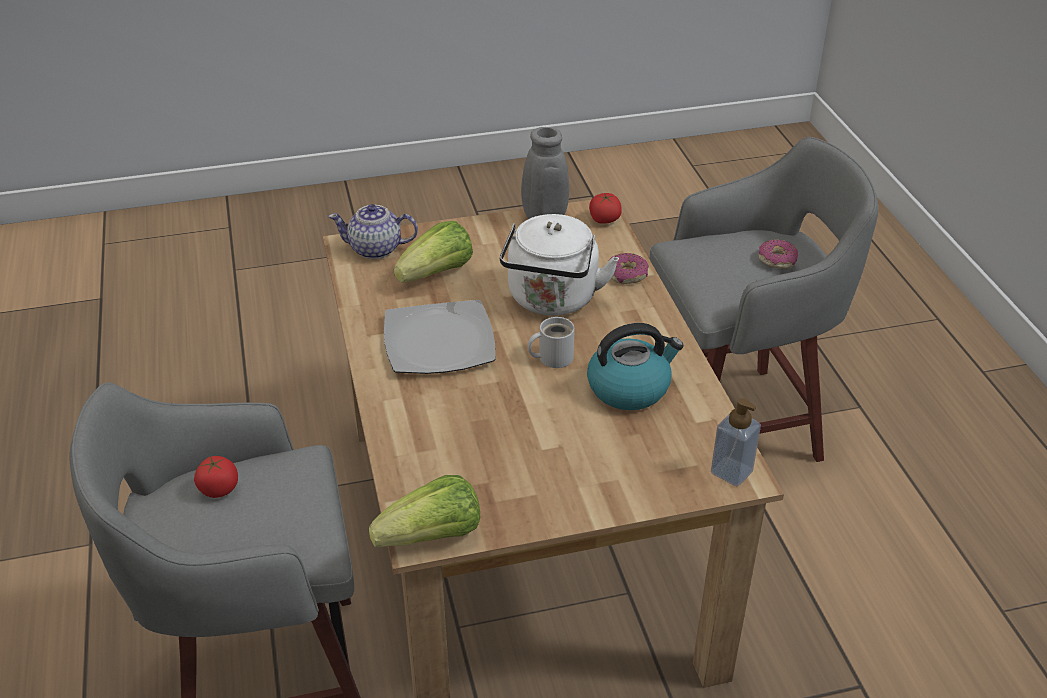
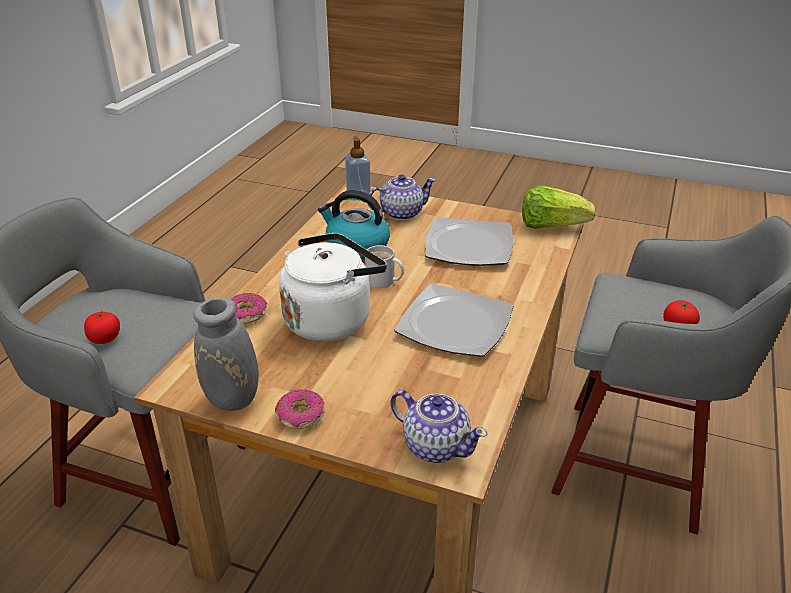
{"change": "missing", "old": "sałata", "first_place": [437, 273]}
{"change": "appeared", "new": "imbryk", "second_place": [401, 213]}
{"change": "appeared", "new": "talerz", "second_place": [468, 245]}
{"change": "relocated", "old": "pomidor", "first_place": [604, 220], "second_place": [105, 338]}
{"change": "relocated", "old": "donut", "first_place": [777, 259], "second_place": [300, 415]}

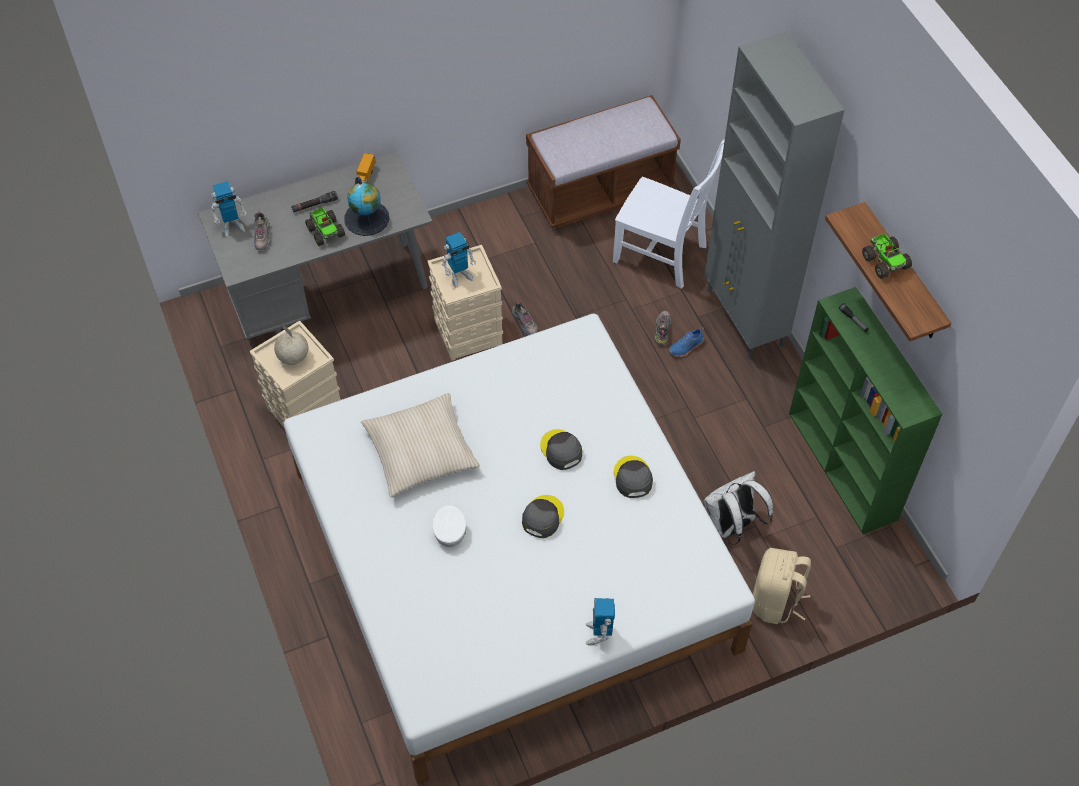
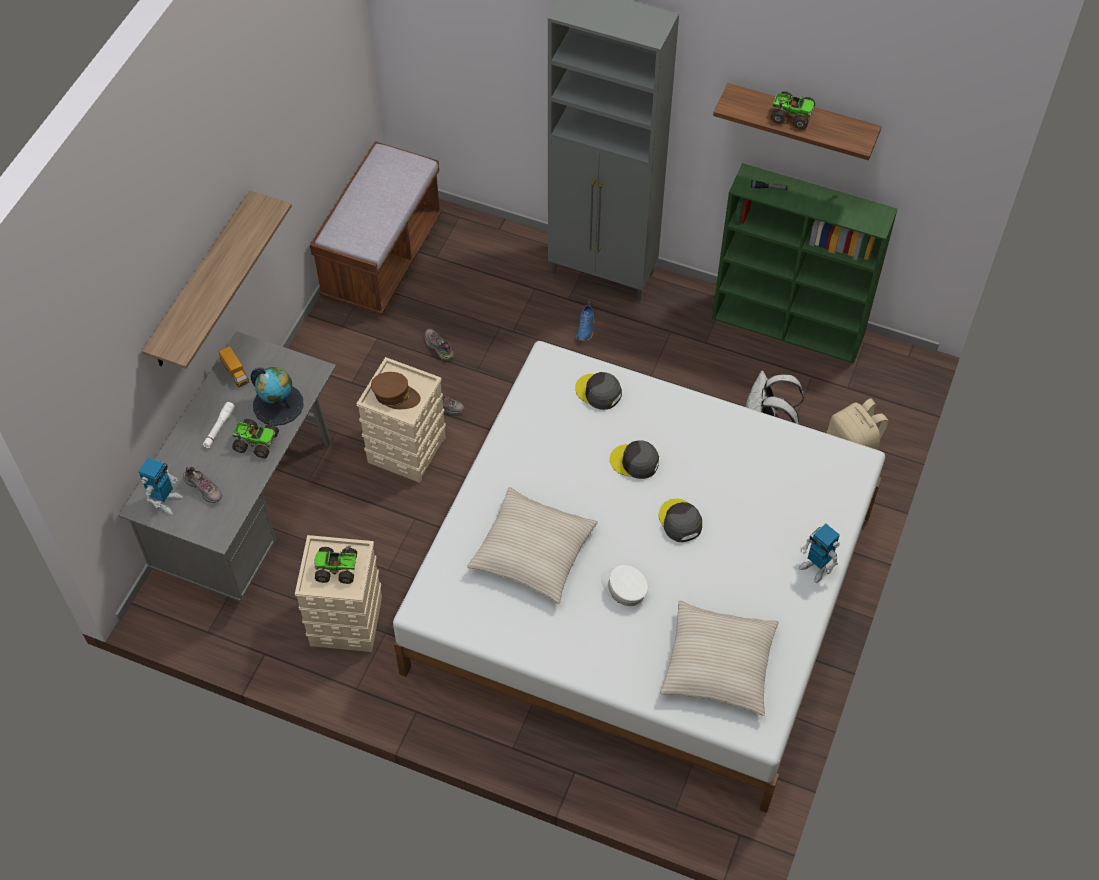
{"change": "missing", "old": "krzesło/biały", "first_place": [663, 255]}
{"change": "appeared", "new": "półka", "second_place": [201, 282]}
{"change": "appeared", "new": "poduszka/beżowy", "second_place": [718, 664]}
{"change": "relocated", "old": "czapka z daszkiem/szary", "first_place": [632, 478], "second_place": [598, 392]}
{"change": "relocated", "old": "but", "first_place": [662, 330], "second_place": [438, 347]}
{"change": "exchanged", "old": "globus", "new": "ciężarówka zabawkowa", "first_place": [293, 358], "second_place": [337, 569]}
{"change": "exchanged", "old": "robot zabawkowy", "new": "czapka z daszkiem/brązowy", "first_place": [459, 276], "second_place": [395, 395]}
{"change": "colour", "old": "latarka/czarny", "new": "latarka/biały", "first_place": [315, 205], "second_place": [219, 428]}

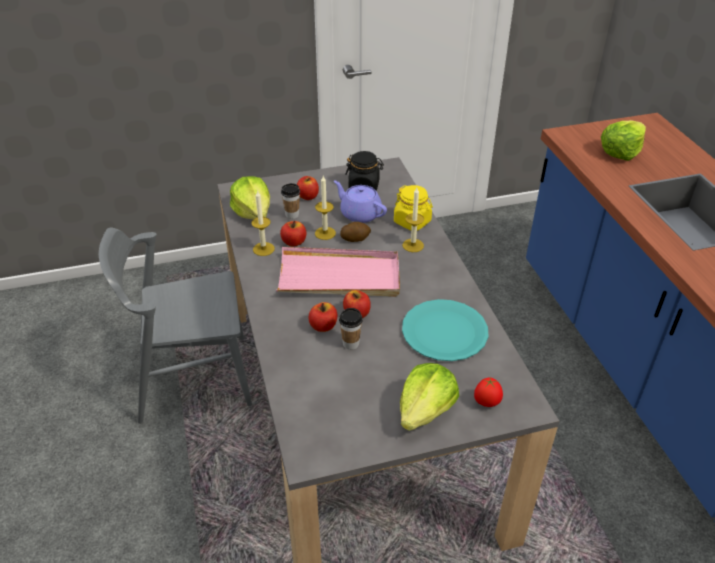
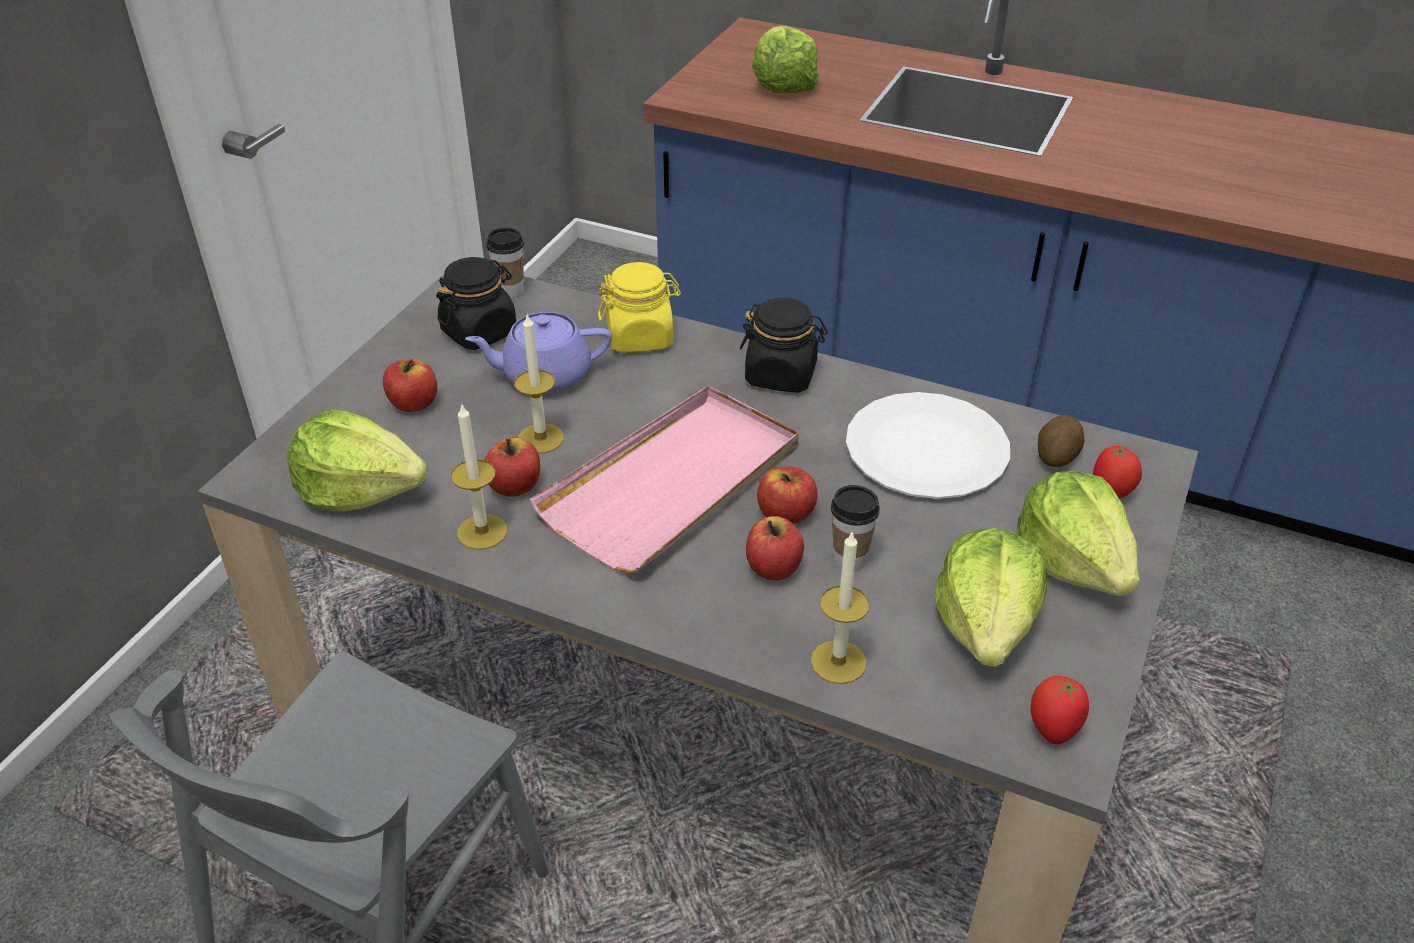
{"change": "appeared", "new": "słoik/czarny", "second_place": [781, 375]}
{"change": "appeared", "new": "sałata", "second_place": [986, 624]}
{"change": "appeared", "new": "pomidor", "second_place": [1052, 729]}
{"change": "relocated", "old": "filiżanka", "first_place": [292, 215], "second_place": [510, 291]}
{"change": "relocated", "old": "ziemniak", "first_place": [355, 238], "second_place": [1057, 455]}
{"change": "relocated", "old": "świeca", "first_place": [413, 245], "second_place": [838, 662]}
{"change": "colour", "old": "talerz/turkusowy", "new": "talerz/biały", "first_place": [444, 331], "second_place": [926, 449]}

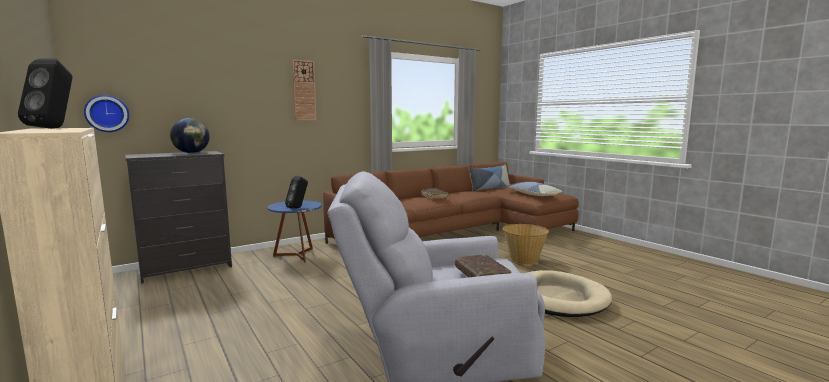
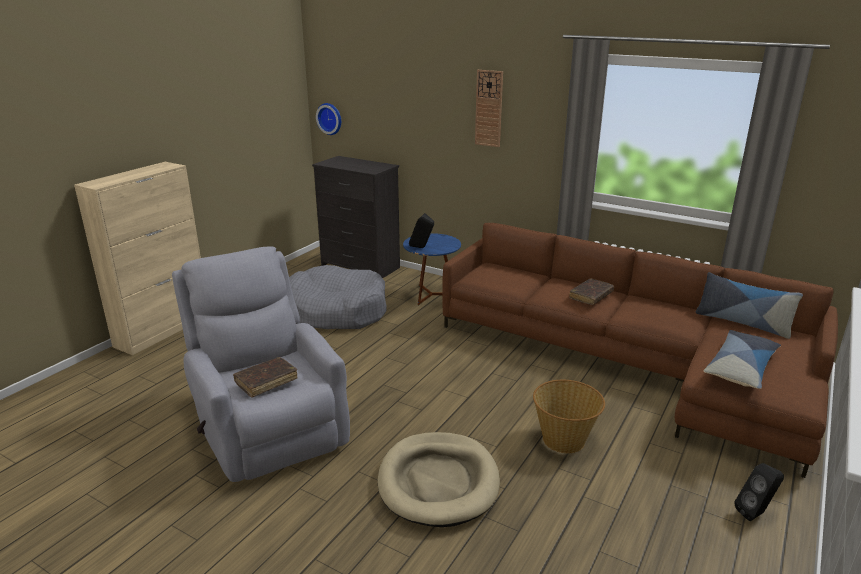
{"change": "missing", "old": "globus", "first_place": [191, 153]}
{"change": "appeared", "new": "legowisko/szary", "second_place": [335, 311]}
{"change": "relocated", "old": "głośnik/czarny", "first_place": [54, 128], "second_place": [755, 513]}

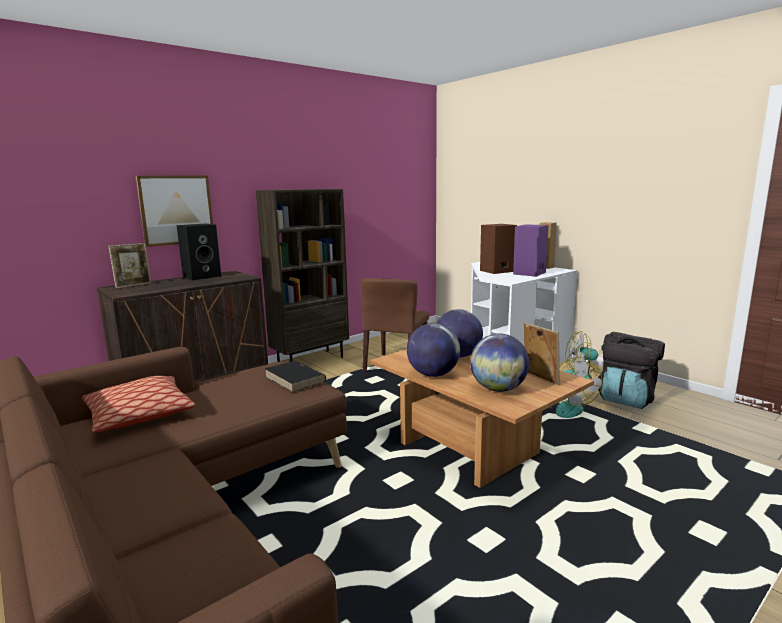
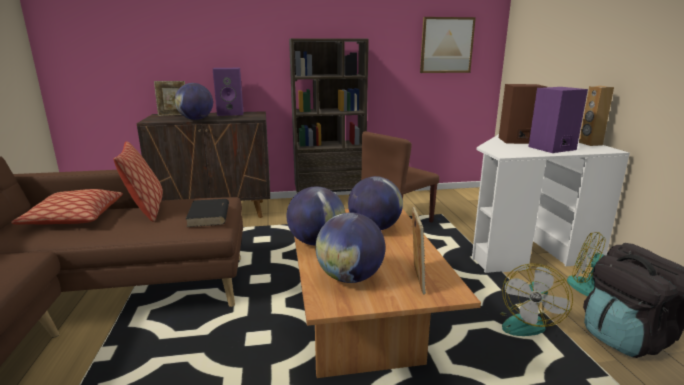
{"change": "appeared", "new": "poduszka", "second_place": [146, 211]}
{"change": "appeared", "new": "globus", "second_place": [196, 119]}
{"change": "relocated", "old": "obraz", "first_place": [176, 210], "second_place": [446, 45]}
{"change": "colour", "old": "głośnik/czarny", "new": "głośnik/fioletowy", "first_place": [202, 276], "second_place": [231, 113]}

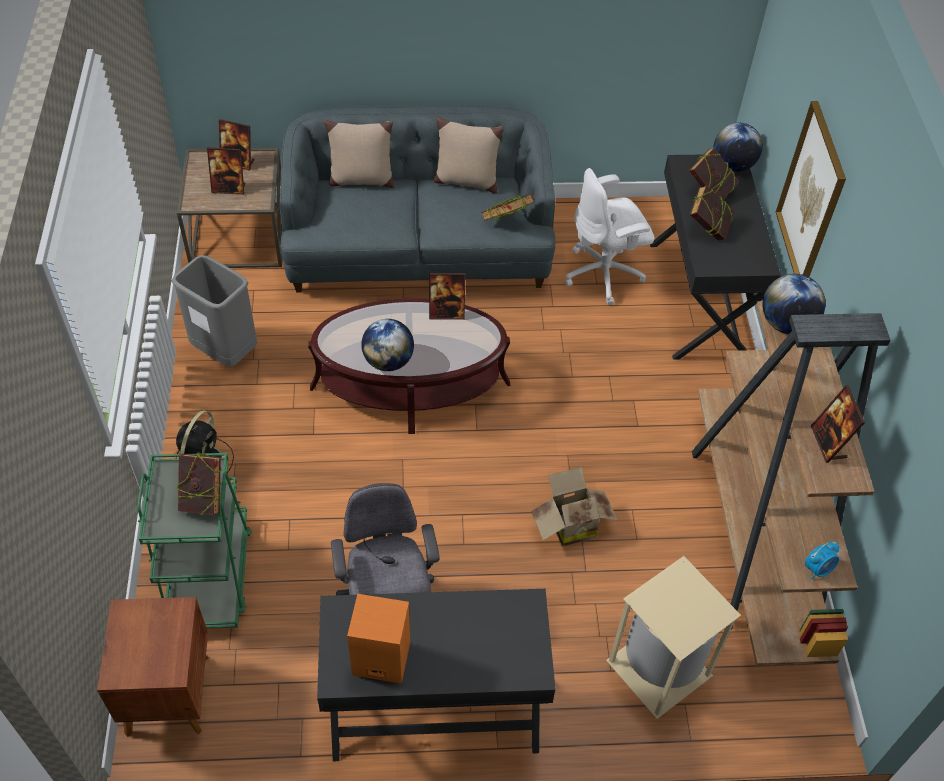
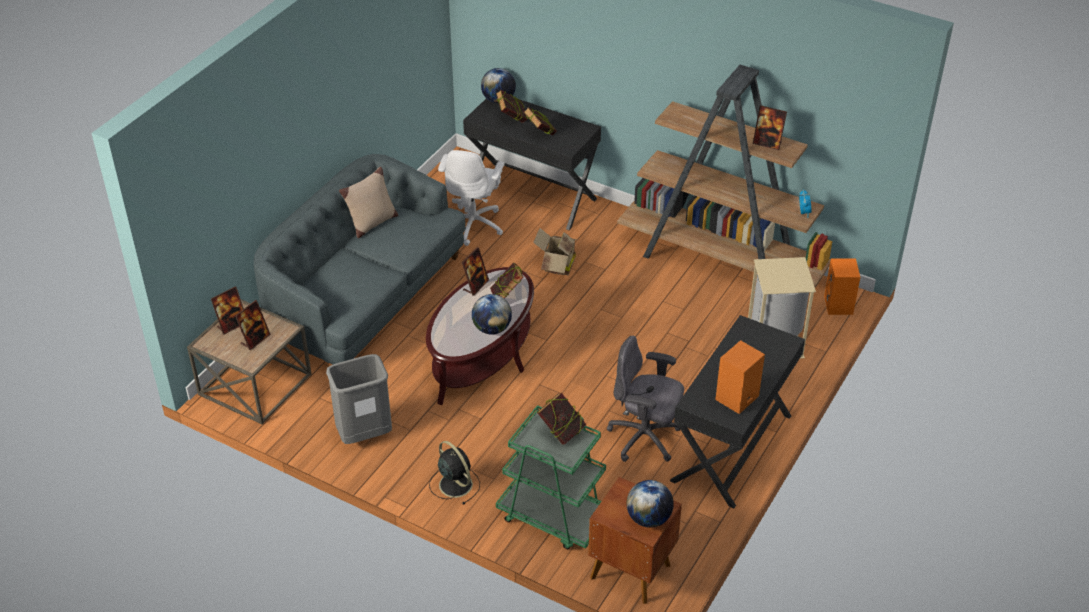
{"change": "missing", "old": "poduszka/beżowy", "first_place": [361, 180]}
{"change": "missing", "old": "obraz", "first_place": [811, 196]}
{"change": "appeared", "new": "głośnik/pomarańczowy", "second_place": [839, 305]}
{"change": "relocated", "old": "książka", "first_place": [506, 223], "second_place": [507, 296]}
{"change": "relocated", "old": "karton", "first_place": [569, 525], "second_place": [556, 266]}
{"change": "relocated", "old": "globus", "first_place": [786, 324], "second_place": [648, 518]}

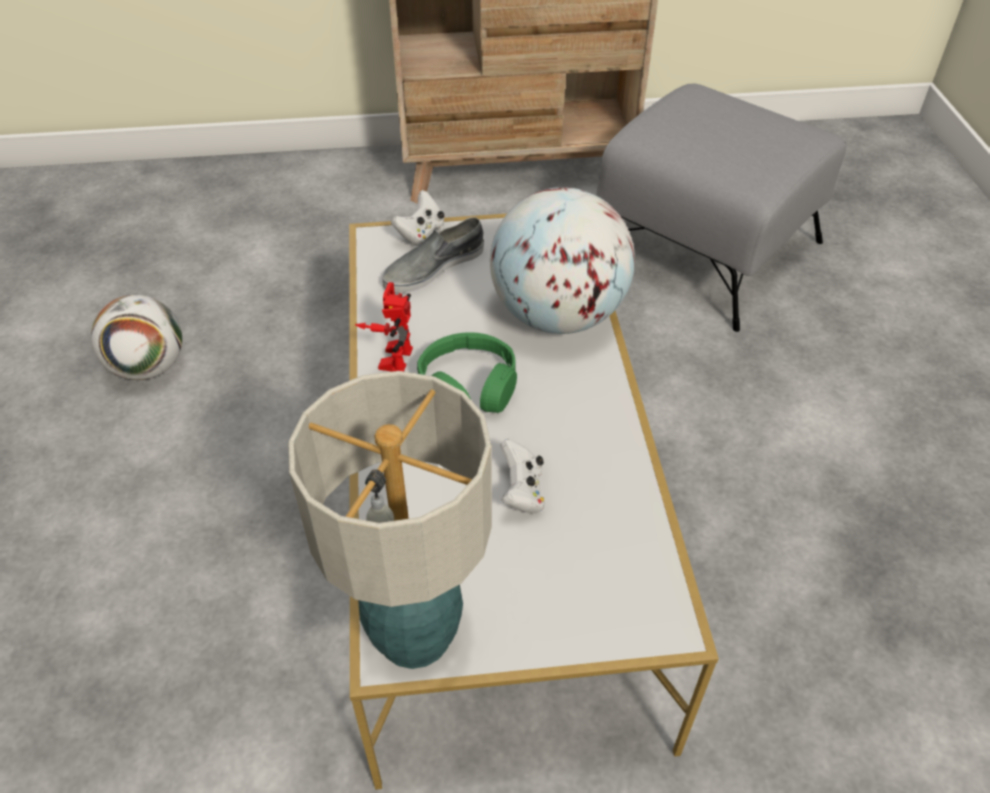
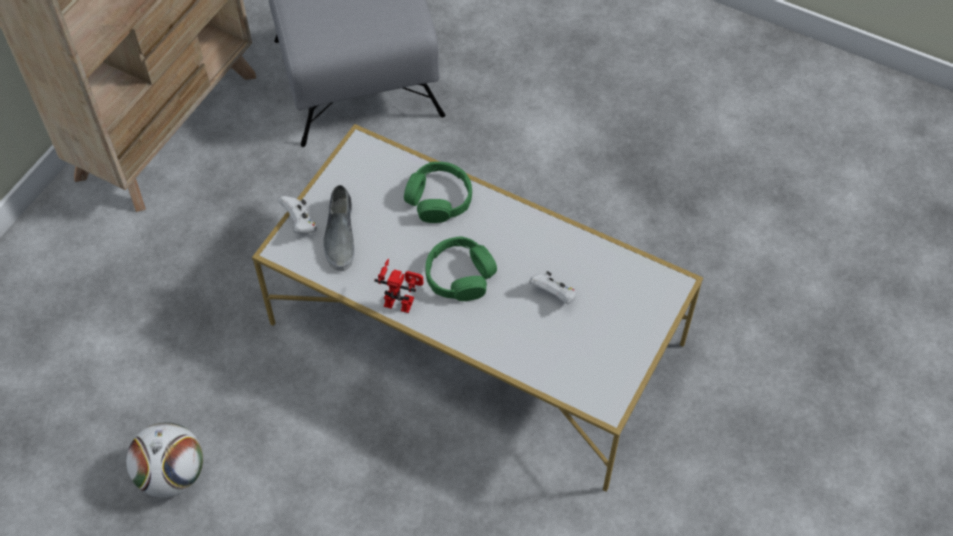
{"change": "missing", "old": "lampa stołowa", "first_place": [415, 636]}
{"change": "exchanged", "old": "globus", "new": "słuchawki/zielony", "first_place": [557, 315], "second_place": [439, 199]}
{"change": "spun", "old": "robot zabawkowy", "first_place": [391, 355], "second_place": [402, 299], "degrees": 150}

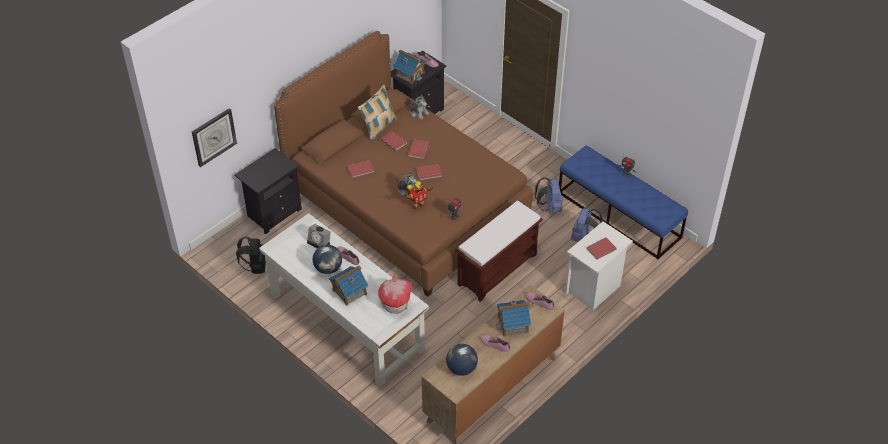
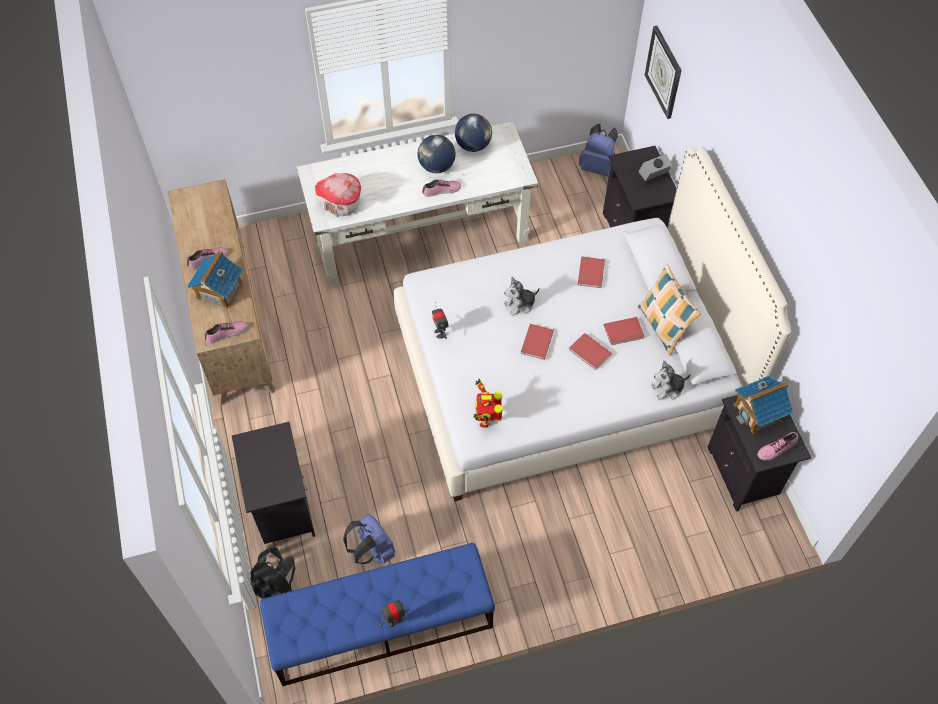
{"change": "missing", "old": "domek", "first_place": [349, 292]}
{"change": "missing", "old": "ławka/brązowy", "first_place": [497, 269]}
{"change": "missing", "old": "książka/czerwony", "first_place": [600, 248]}
{"change": "relocated", "old": "plecak/czarny", "first_place": [255, 267], "second_place": [277, 589]}
{"change": "relocated", "old": "budzik", "first_place": [320, 242], "second_place": [652, 176]}
{"change": "relocated", "old": "robot zabawkowy", "first_place": [417, 206], "second_place": [486, 419]}
{"change": "relocated", "old": "globus", "first_place": [461, 369], "second_place": [473, 145]}
{"change": "relocated", "old": "plecak/niebieski", "first_place": [549, 207], "second_place": [597, 167]}
{"change": "colour", "old": "łóżko/brązowy", "new": "łóżko/biały", "first_place": [405, 203], "second_place": [568, 372]}
{"change": "colour", "old": "szafka nocna/biały", "new": "szafka nocna/czarny", "first_place": [593, 289], "second_place": [282, 508]}

